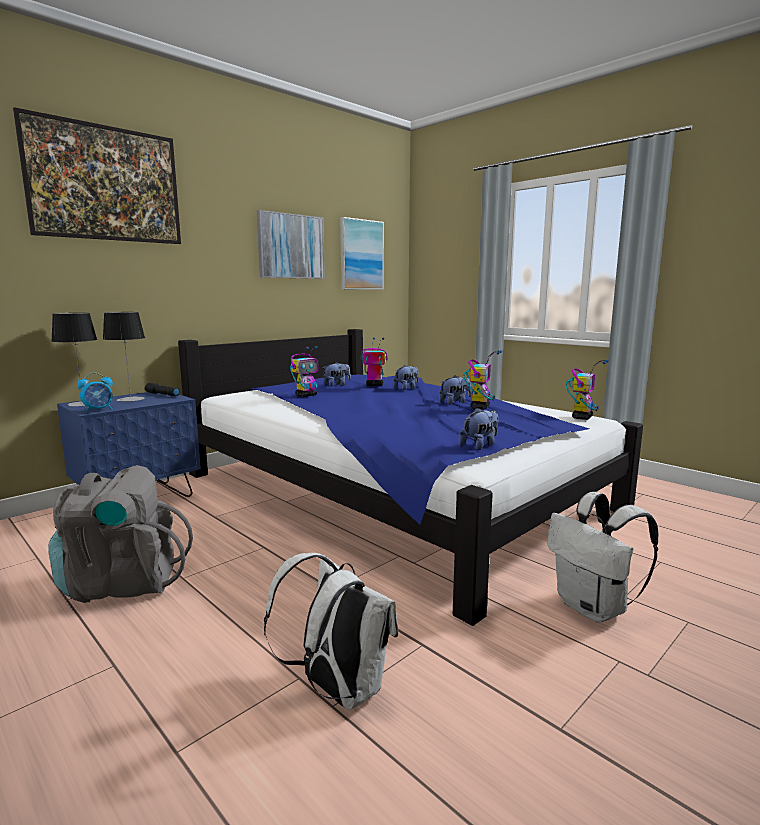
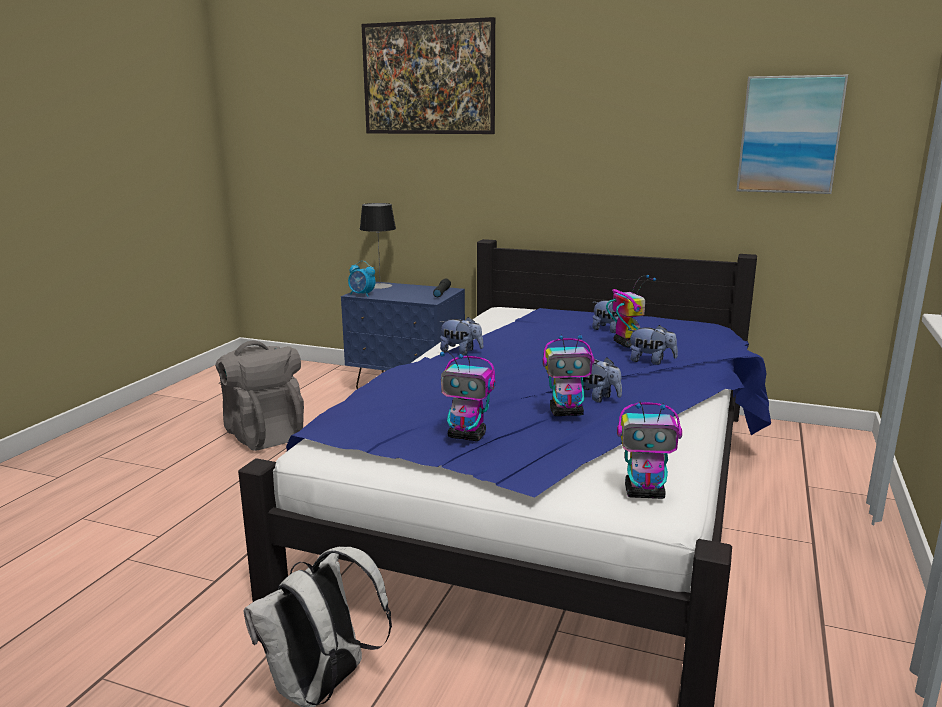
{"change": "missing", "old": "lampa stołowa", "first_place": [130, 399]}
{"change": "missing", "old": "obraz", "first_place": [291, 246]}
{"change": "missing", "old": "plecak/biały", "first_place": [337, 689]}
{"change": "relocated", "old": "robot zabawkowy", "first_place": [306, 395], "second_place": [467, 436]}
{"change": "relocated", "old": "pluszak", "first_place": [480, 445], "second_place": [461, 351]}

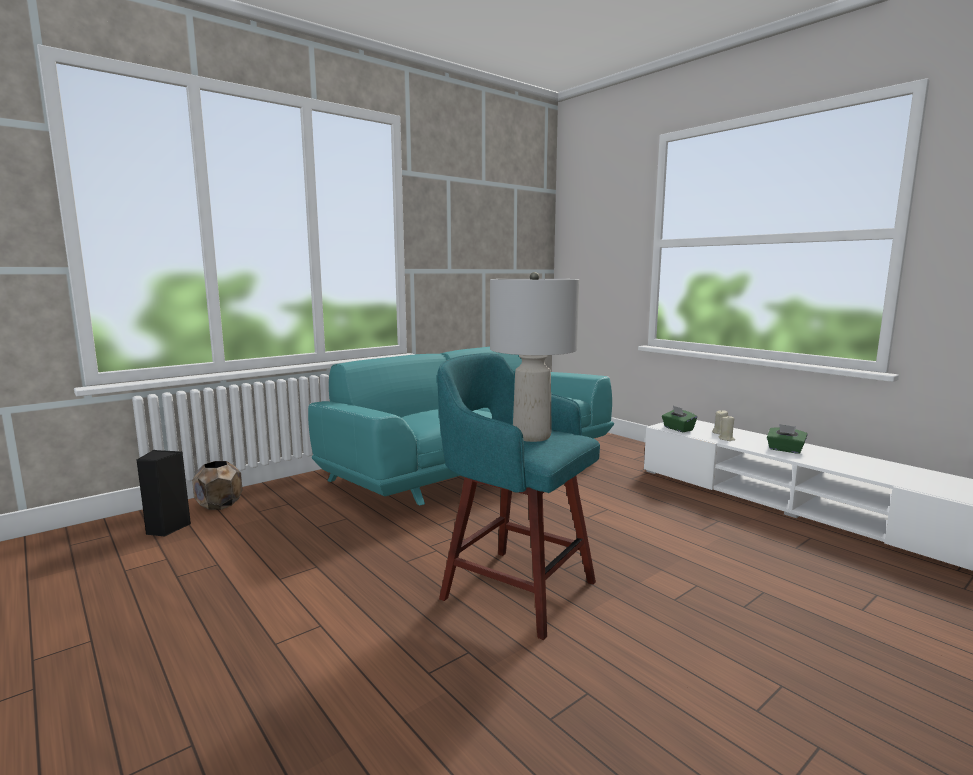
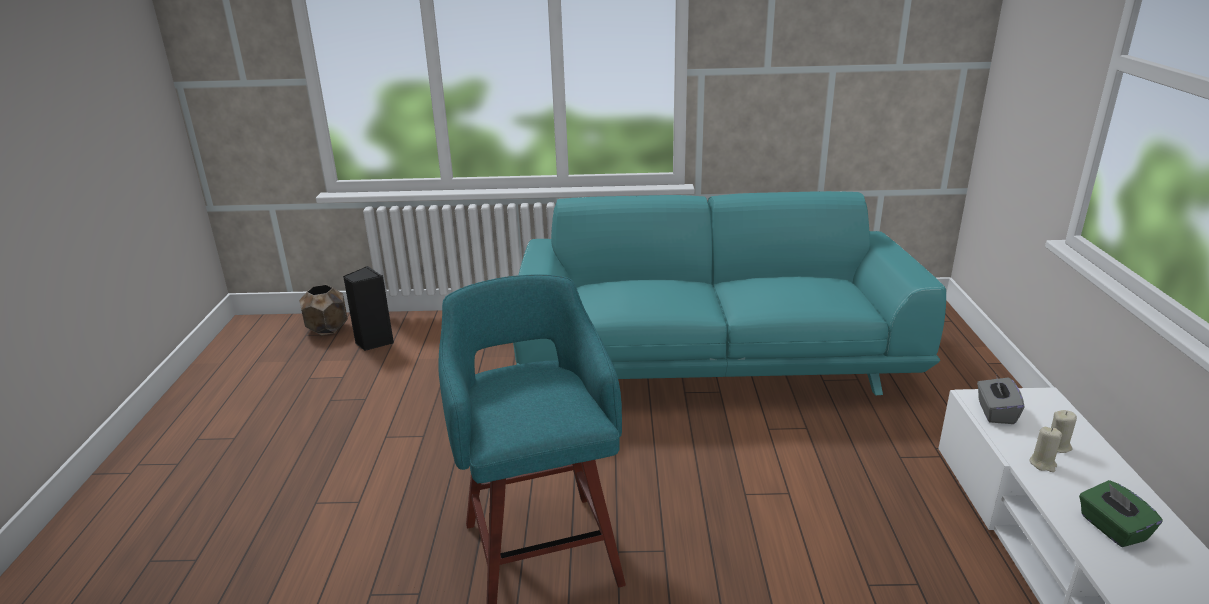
{"change": "missing", "old": "lampa stołowa/szary", "first_place": [531, 436]}
{"change": "relocated", "old": "donica/brązowy", "first_place": [220, 505], "second_place": [327, 329]}
{"change": "colour", "old": "pudełko chusteczek/zielony", "new": "pudełko chusteczek/szary", "first_place": [678, 429], "second_place": [995, 412]}

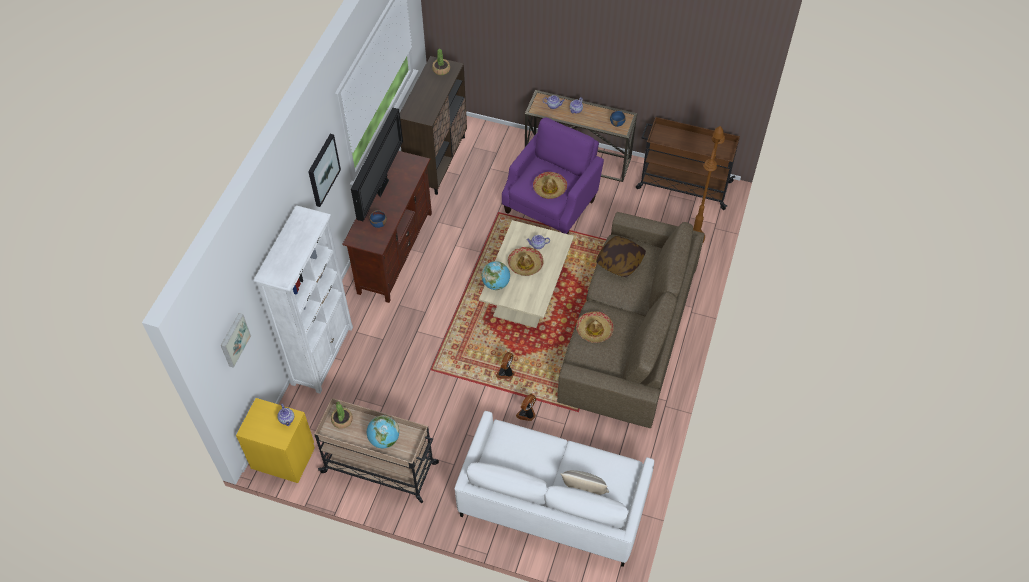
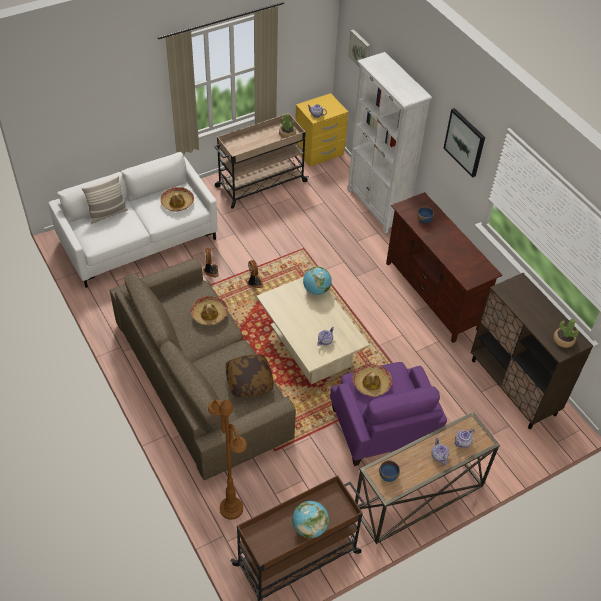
{"change": "missing", "old": "telewizor", "first_place": [382, 186]}
{"change": "relocated", "old": "globus", "first_place": [384, 439], "second_place": [309, 527]}
{"change": "relocated", "old": "kapelusz", "first_place": [525, 264], "second_place": [177, 203]}

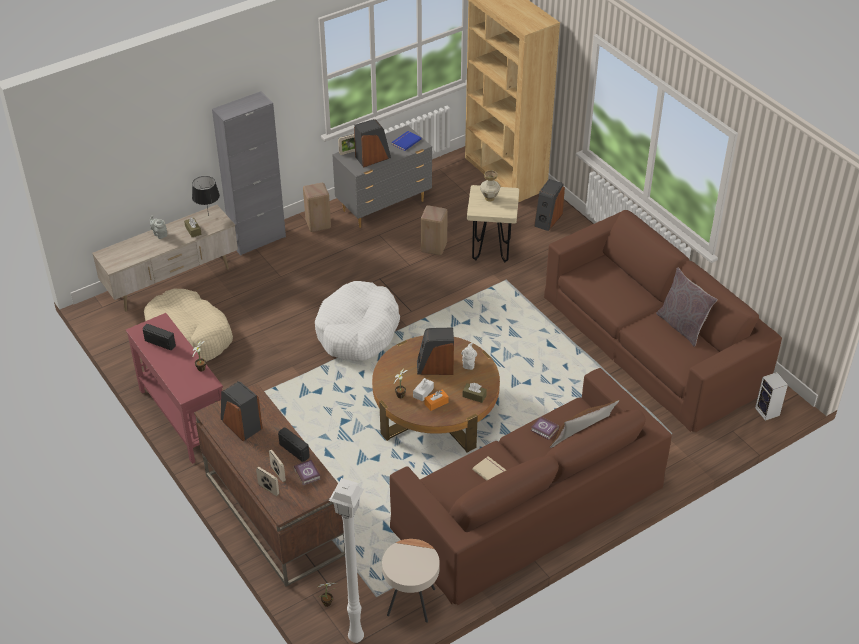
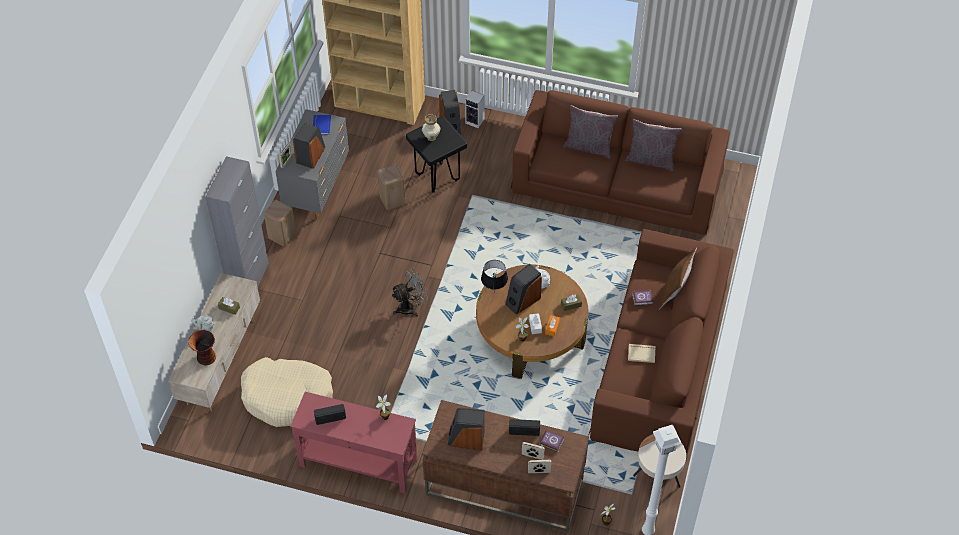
{"change": "appeared", "new": "wazon", "second_place": [206, 358]}
{"change": "appeared", "new": "poduszka/szary", "second_place": [588, 147]}
{"change": "relocated", "old": "lampa stołowa/czarny", "first_place": [208, 215], "second_place": [494, 292]}
{"change": "relocated", "old": "głośnik", "first_place": [768, 412], "second_place": [475, 121]}
{"change": "exchanged", "old": "legowisko/biały", "new": "wentylator/szary", "first_place": [357, 331], "second_place": [410, 307]}
{"change": "colour", "old": "stołek/beżowy", "new": "stołek/czarny", "first_place": [491, 251], "second_place": [437, 177]}

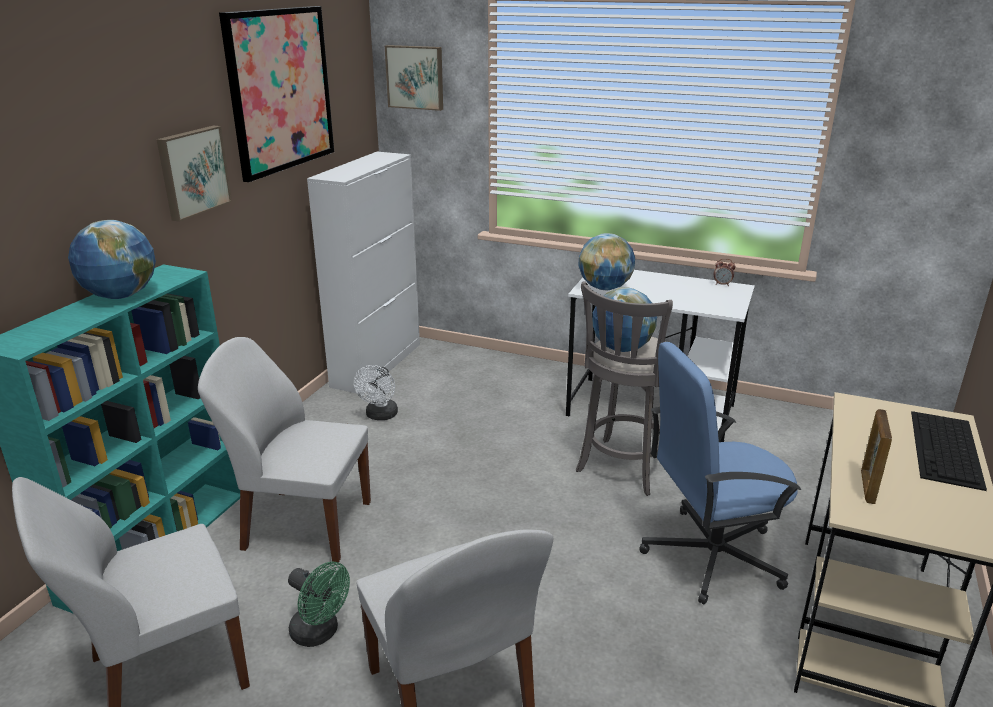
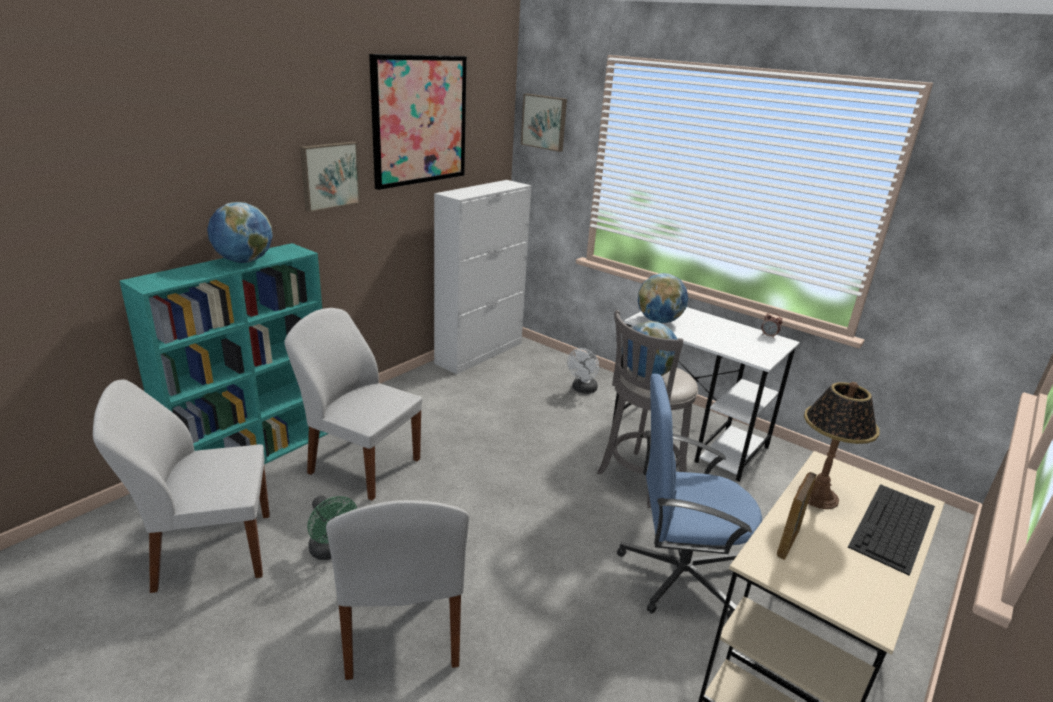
{"change": "appeared", "new": "lampa stołowa", "second_place": [817, 496]}
{"change": "relocated", "old": "wentylator/biały", "first_place": [380, 416], "second_place": [583, 390]}

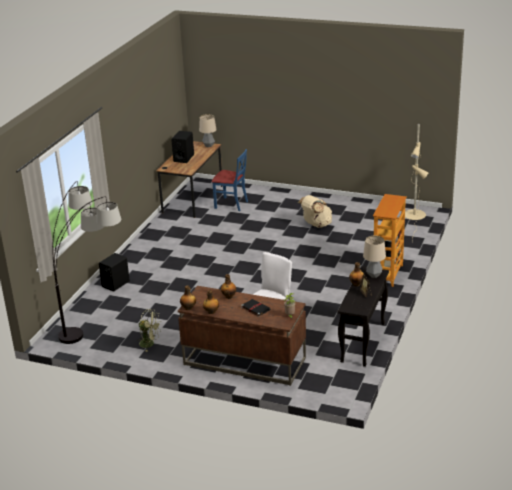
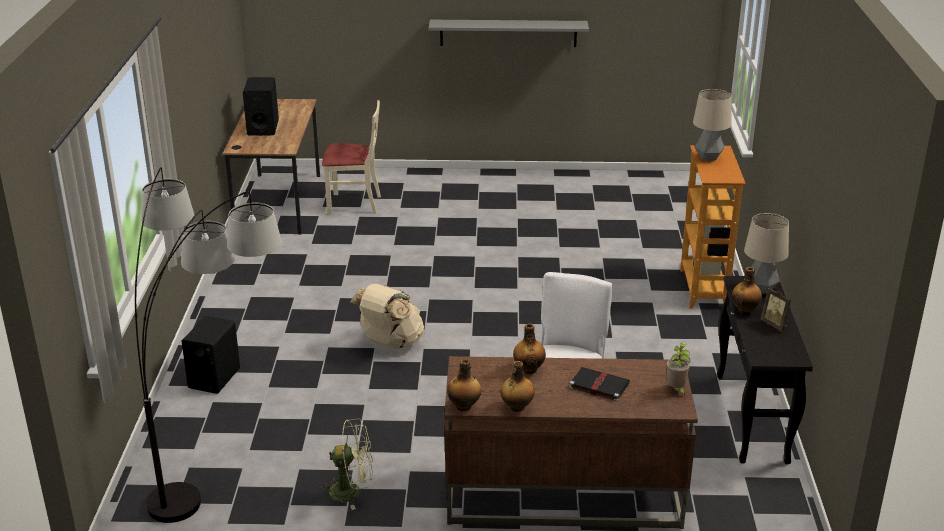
{"change": "missing", "old": "lampa stojąca/beżowy", "first_place": [414, 217]}
{"change": "appeared", "new": "półka/szary", "second_place": [508, 33]}
{"change": "relocated", "old": "lampa stołowa", "first_place": [209, 145], "second_place": [708, 158]}
{"change": "relocated", "old": "plecak/beżowy", "first_place": [316, 225], "second_place": [390, 343]}
{"change": "colour", "old": "krzesło/niebieski", "new": "krzesło/beżowy", "first_place": [231, 204], "second_place": [354, 204]}

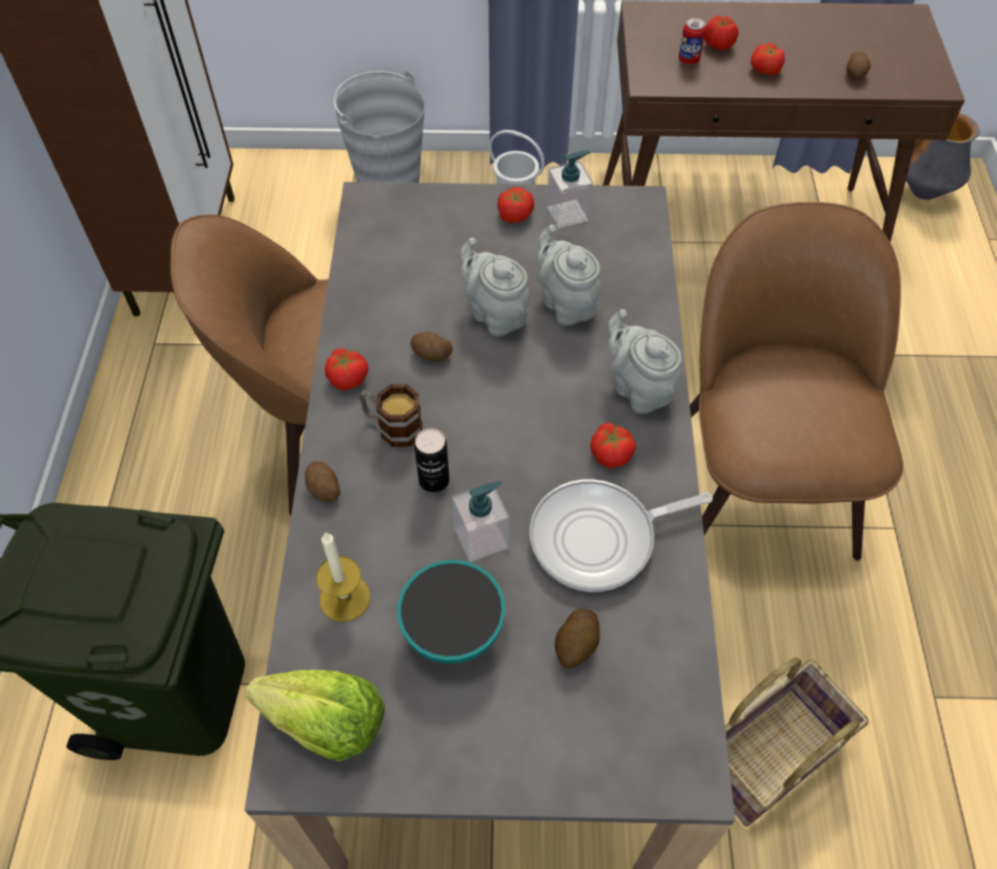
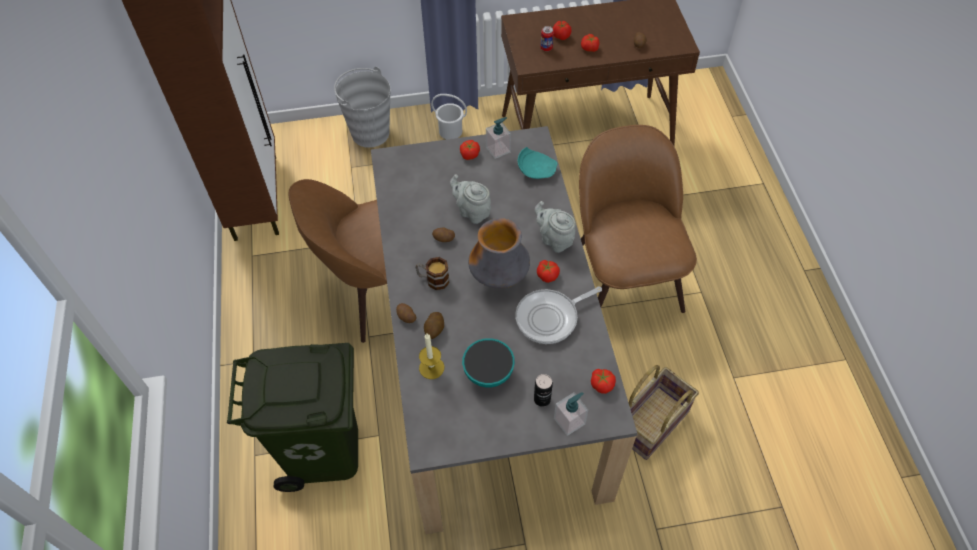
{"change": "missing", "old": "sałata", "first_place": [326, 723]}
{"change": "missing", "old": "imbryk/szary", "first_place": [566, 303]}
{"change": "appeared", "new": "talerz/turkusowy", "second_place": [536, 169]}
{"change": "relocated", "old": "pomidor", "first_place": [348, 377], "second_place": [602, 384]}
{"change": "relocated", "old": "puszka", "first_place": [434, 480], "second_place": [542, 399]}
{"change": "relocated", "old": "dozownik mydła", "first_place": [481, 538], "second_place": [569, 421]}
{"change": "relocated", "old": "ziemniak", "first_place": [576, 645], "second_place": [434, 330]}
{"change": "relocated", "old": "wazon", "first_place": [923, 192], "second_place": [499, 278]}

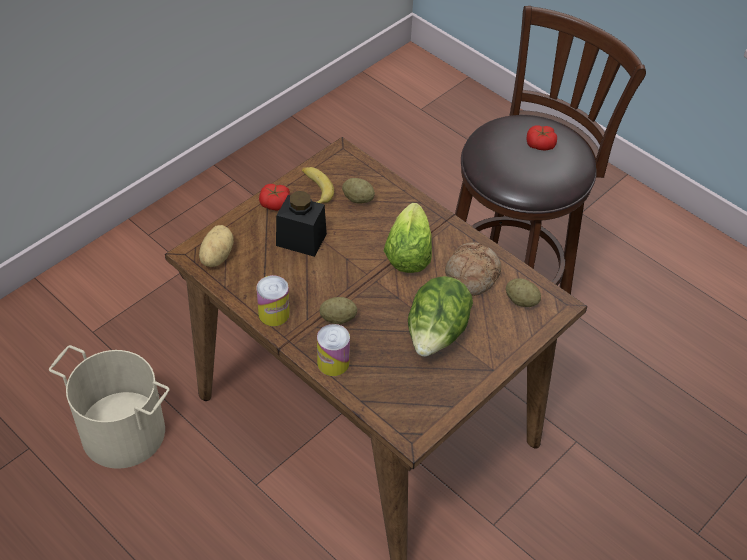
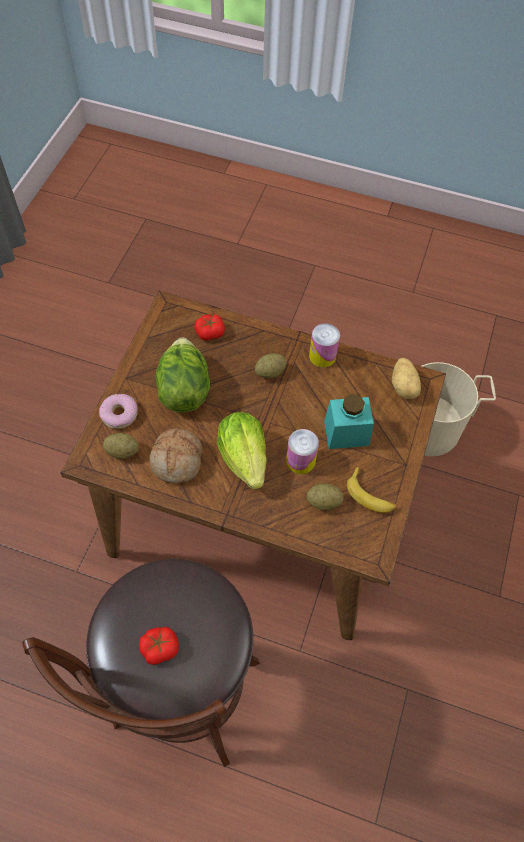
{"change": "appeared", "new": "donut", "second_place": [119, 414]}
{"change": "relocated", "old": "pomidor", "first_place": [275, 203], "second_place": [210, 332]}
{"change": "relocated", "old": "puszka", "first_place": [333, 363], "second_place": [300, 461]}
{"change": "colour", "old": "słoik/czarny", "new": "słoik/turkusowy", "first_place": [301, 239], "second_place": [346, 433]}

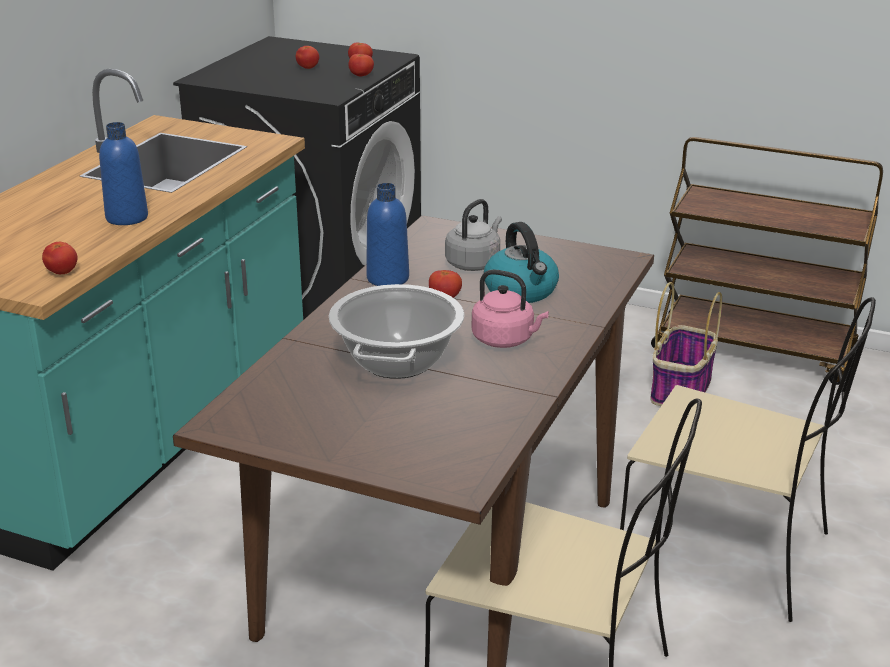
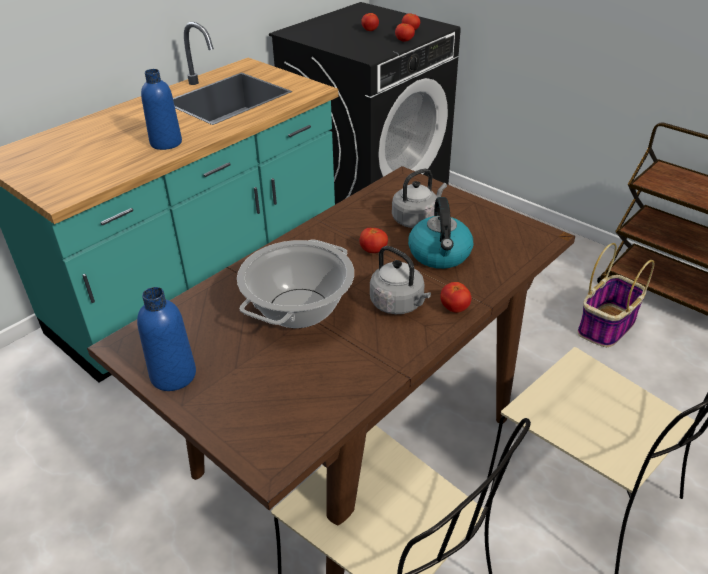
{"change": "relocated", "old": "pomidor", "first_place": [62, 272], "second_place": [454, 308]}
{"change": "relocated", "old": "butelka/niebieski", "first_place": [388, 278], "second_place": [173, 375]}
{"change": "colour", "old": "czajnik/różowy", "new": "czajnik/szary", "first_place": [506, 340], "second_place": [399, 304]}

